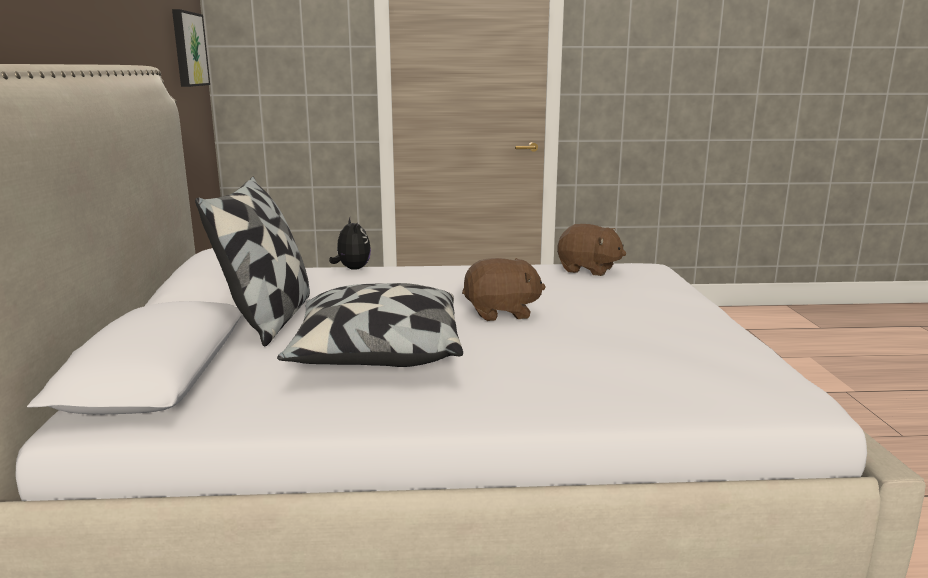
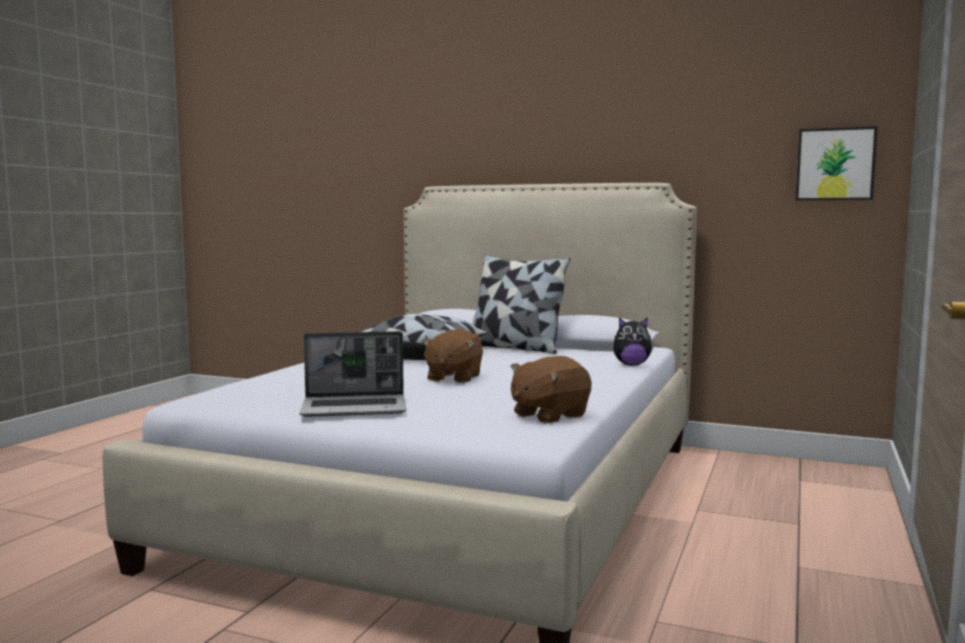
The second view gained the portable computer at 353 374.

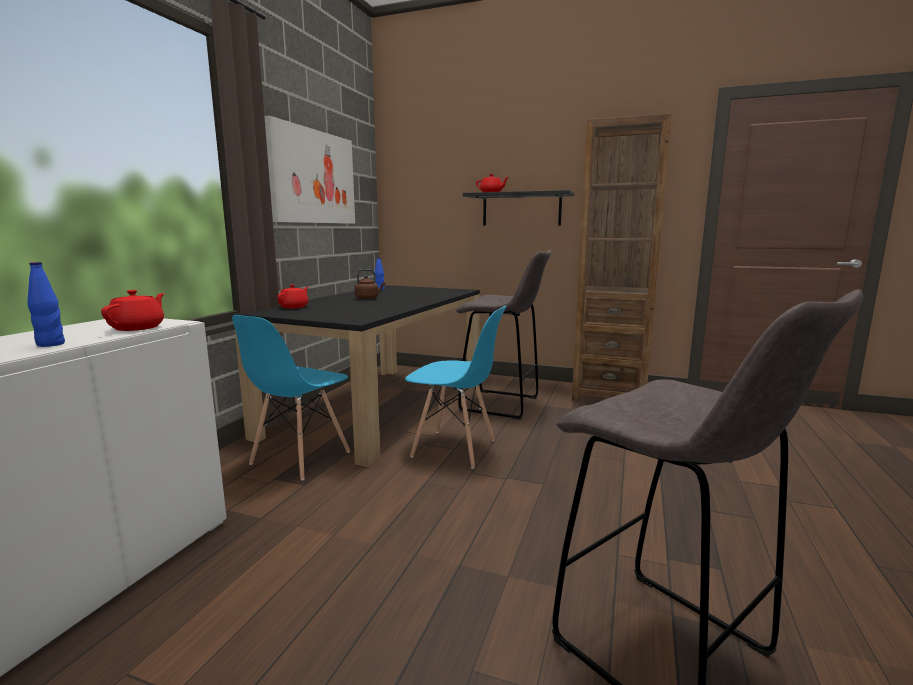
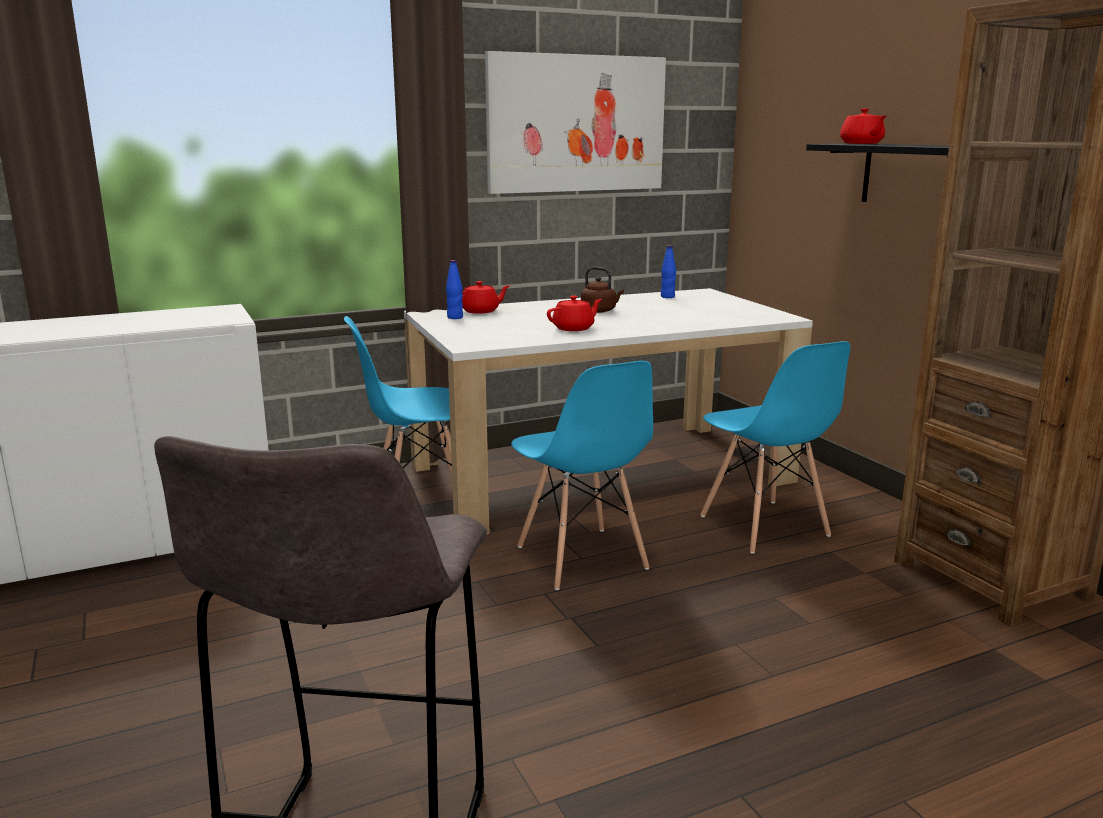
The blue-coloured beverage bottle ended up elsewhere, having gone from 46 304 to 454 289.
The reddish teapot ended up elsewhere, having gone from 133 310 to 574 313.
What was the black dining table at 356 376 turned into the white dining table at 608 411.
Where the grey sitting stool stood at 503 335, the blue-coloured plain chair came to stand at 775 447.

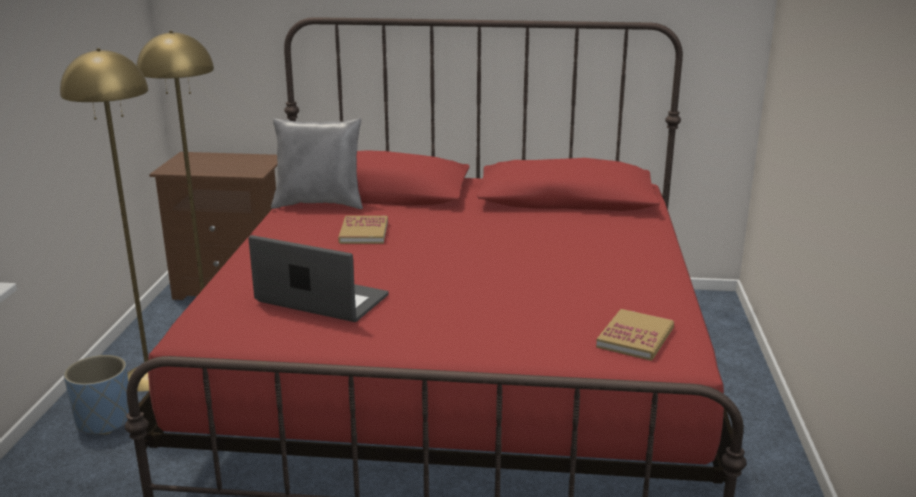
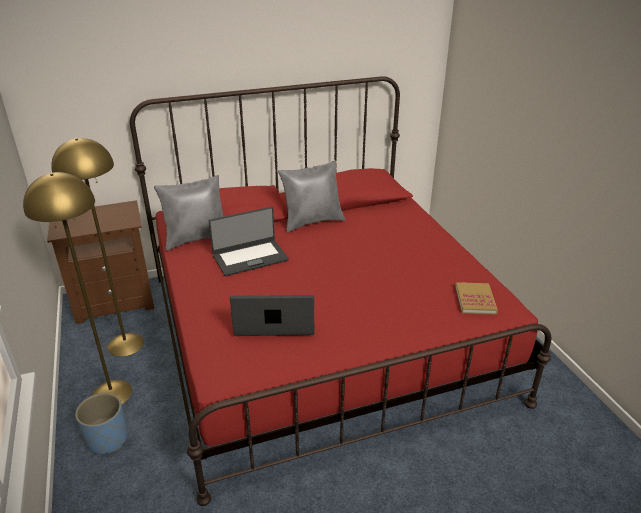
Where the volume stood at 363 230, the portable computer came to stand at 249 241.
The second view gained the grey cushion at 311 197.

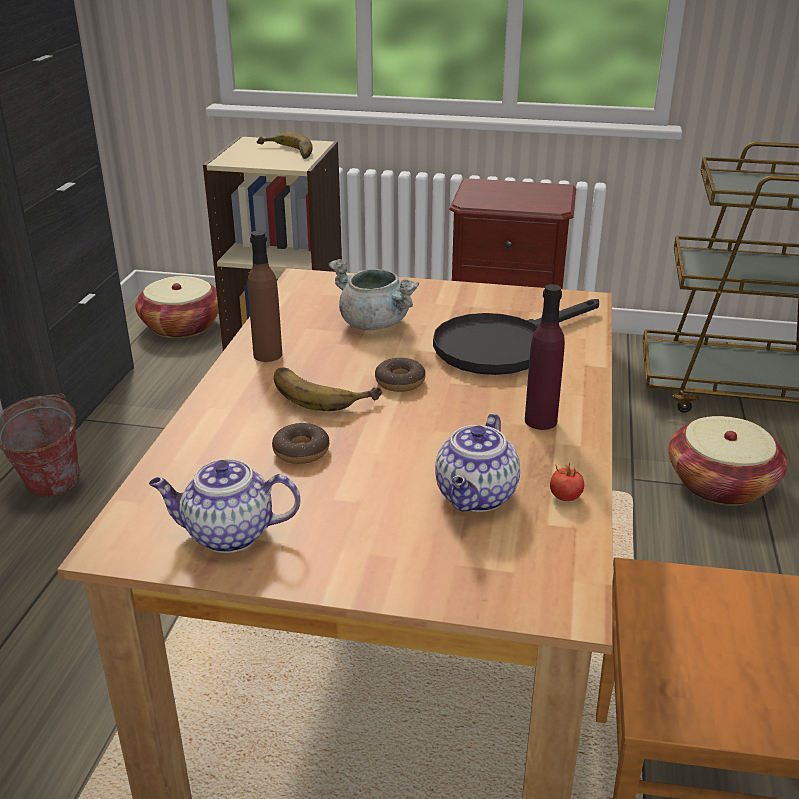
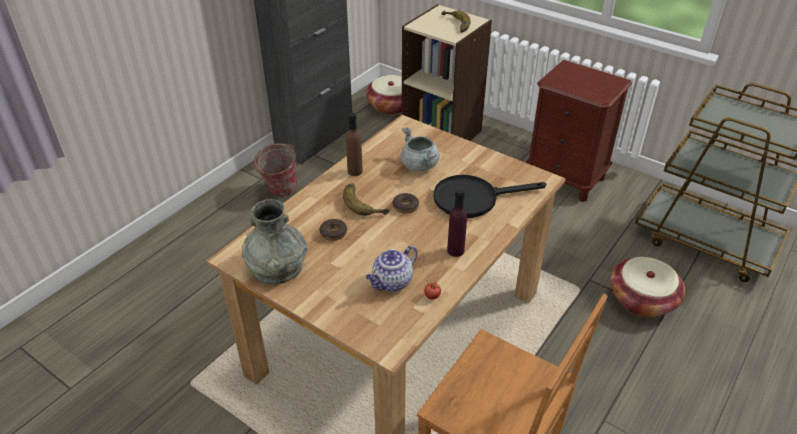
Where the teapot stood at 224 506, the grey vase came to stand at 275 241.

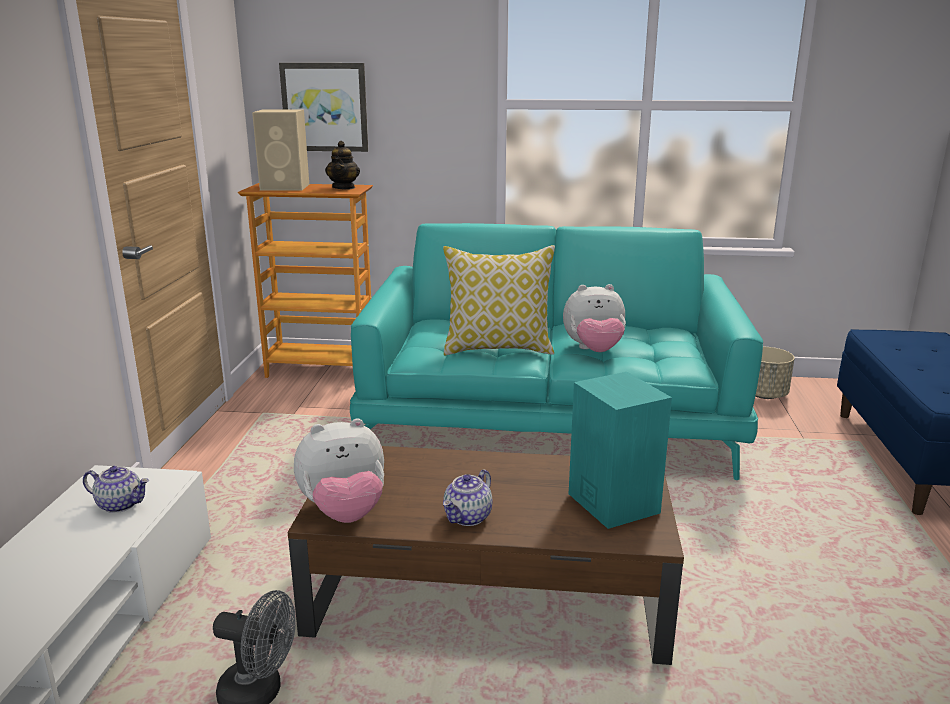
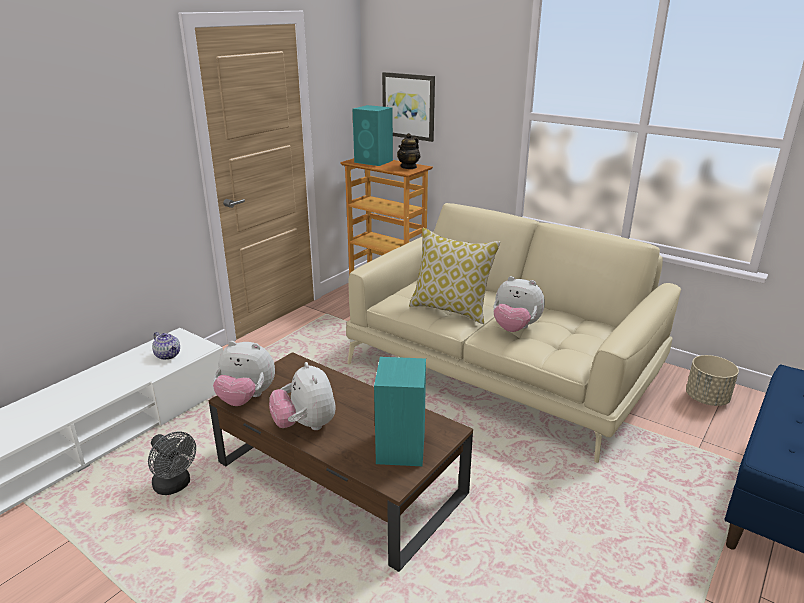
What was the sand-coloured loudspeaker at 280 150 turned into the turquoise loudspeaker at 373 135.
What was the turquoise settee at 556 351 turned into the sand-coloured settee at 513 333.
Where the teapot stood at 467 497, the plush toy came to stand at 302 396.

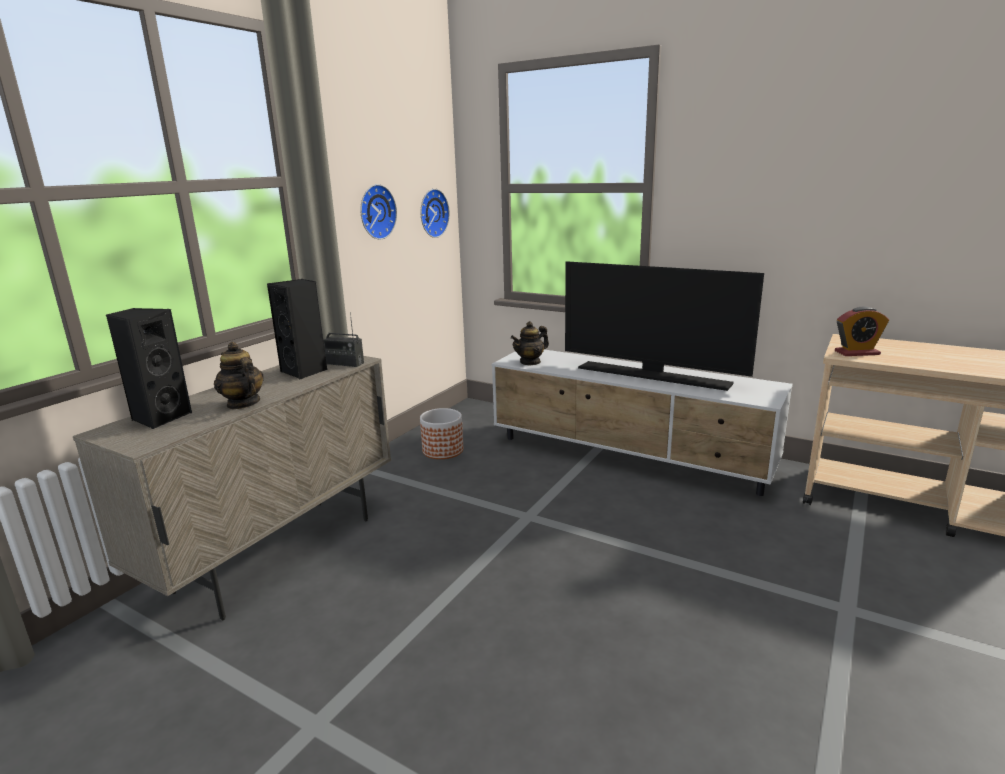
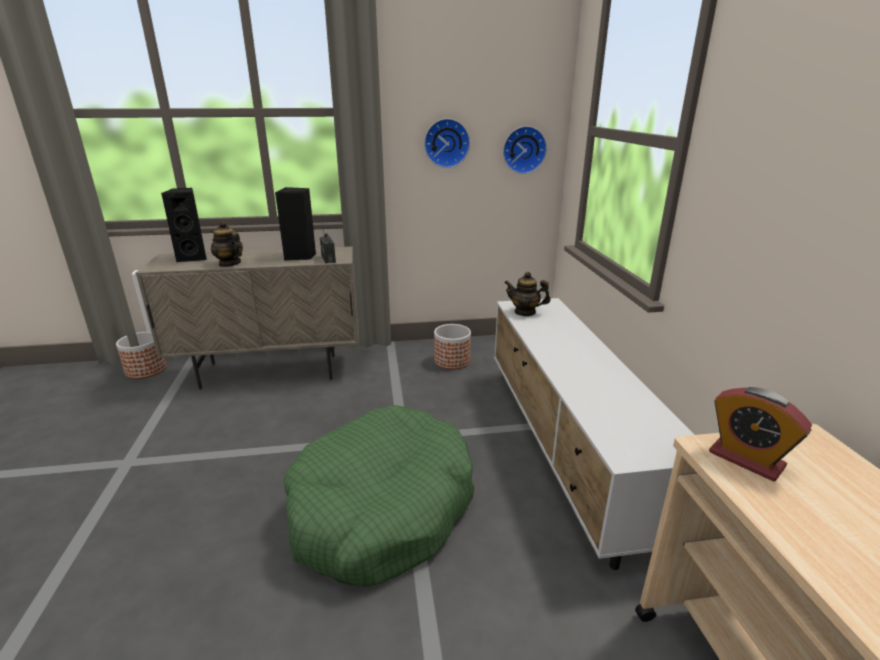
The teapot at 239 375 ended up facing another way, 60 degrees counterclockwise from before.
The second view lost the TV at 664 326.
The second view gained the plant pot at 141 355.
The second view gained the greenish pet bed at 379 496.

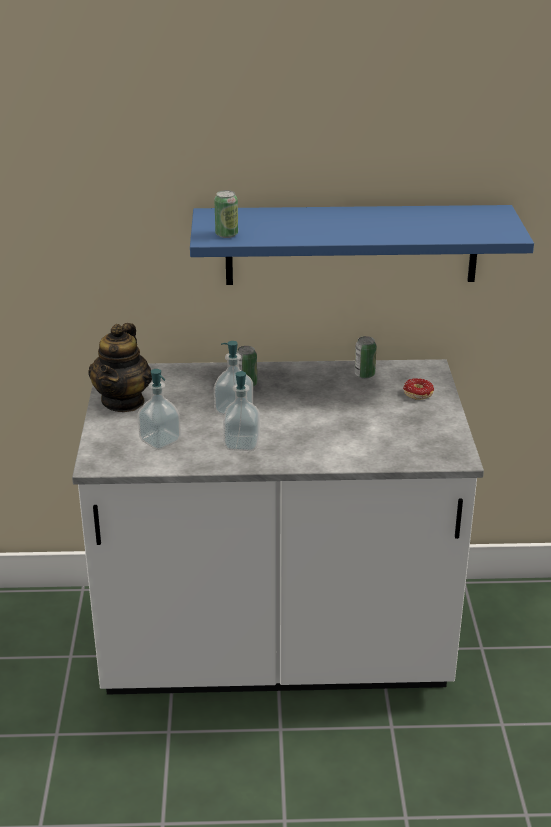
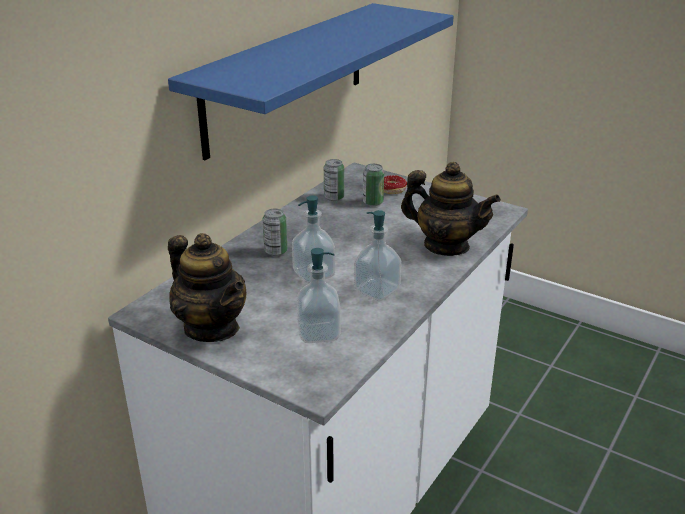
The metal can ended up elsewhere, having gone from 226 214 to 373 185.
The second view gained the teapot at 451 209.

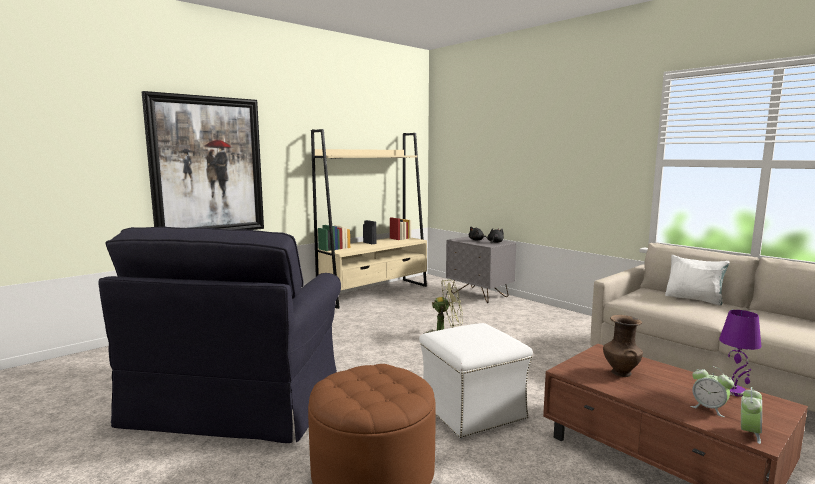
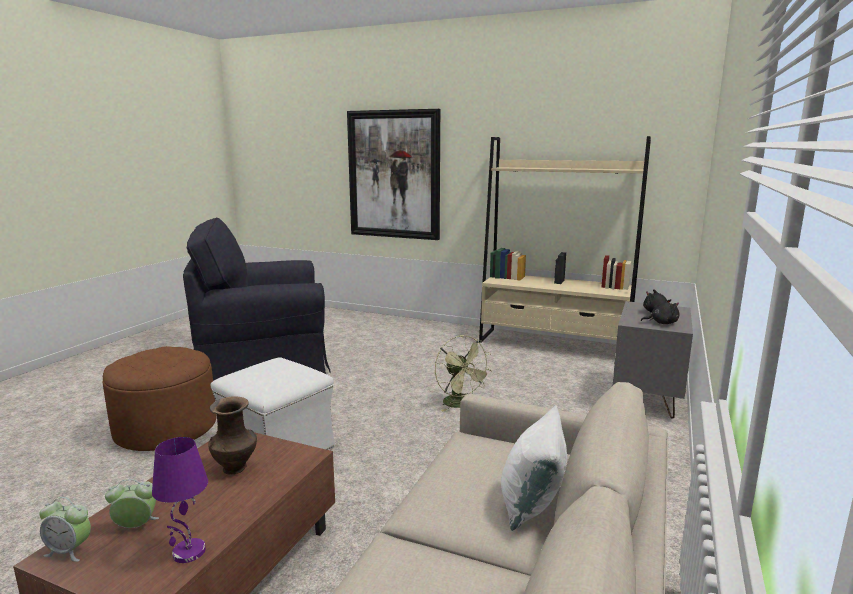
The table clock at 712 391 ended up facing another way, 60 degrees clockwise from before.

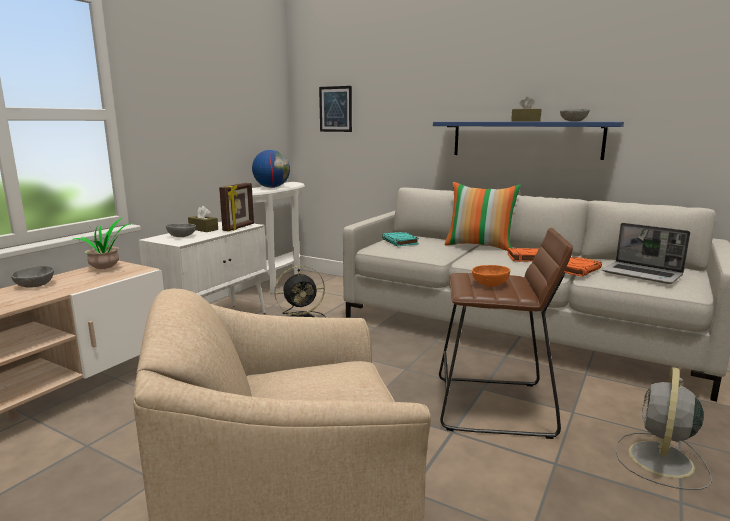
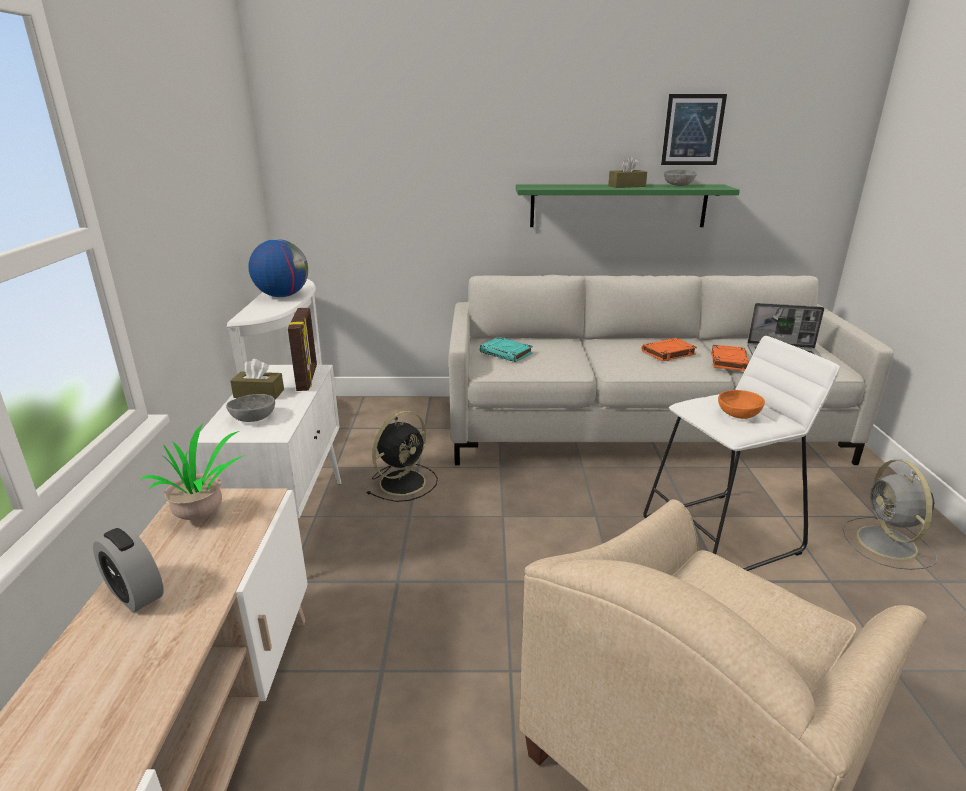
Where the grey bowl stood at 32 277, the table clock came to stand at 128 570.
The picture ended up elsewhere, having gone from 335 109 to 694 129.
What was the blue-coloured bracket shelf at 528 141 turned into the greenish bracket shelf at 628 206.
What was the brownish sitting stool at 506 333 turned into the white sitting stool at 741 453.
The second view lost the cushion at 483 216.

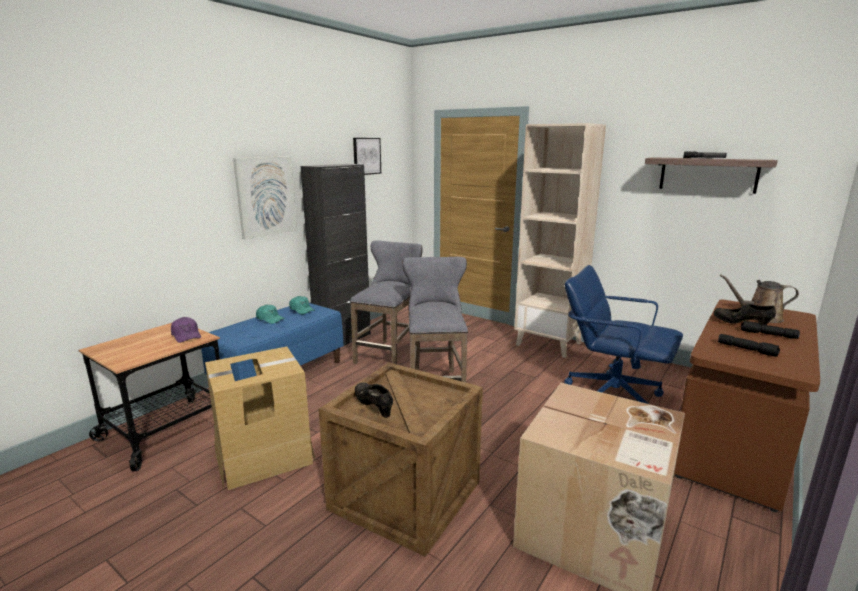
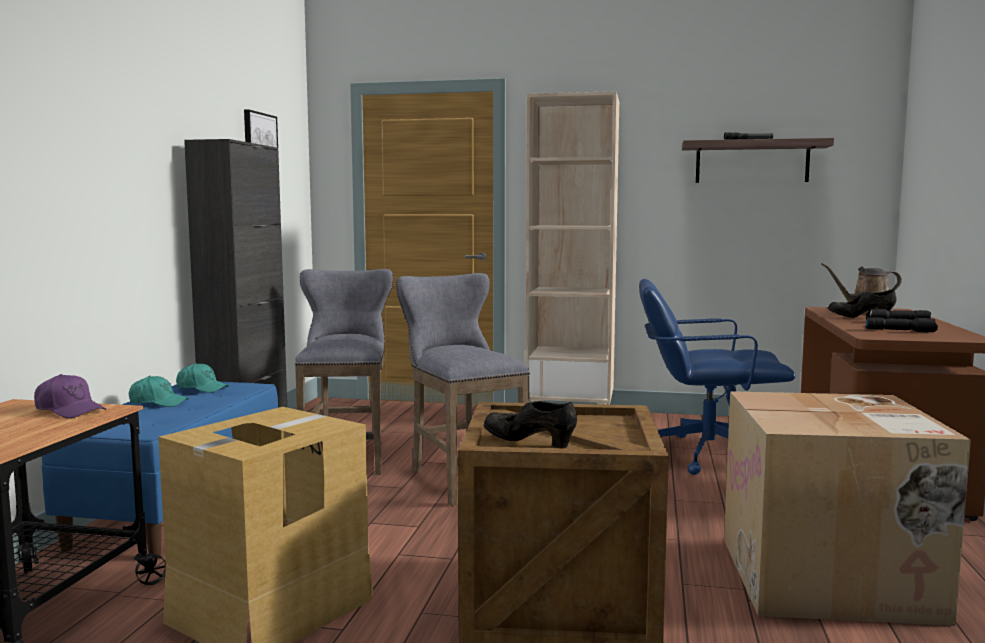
The second view lost the picture at 265 197.

